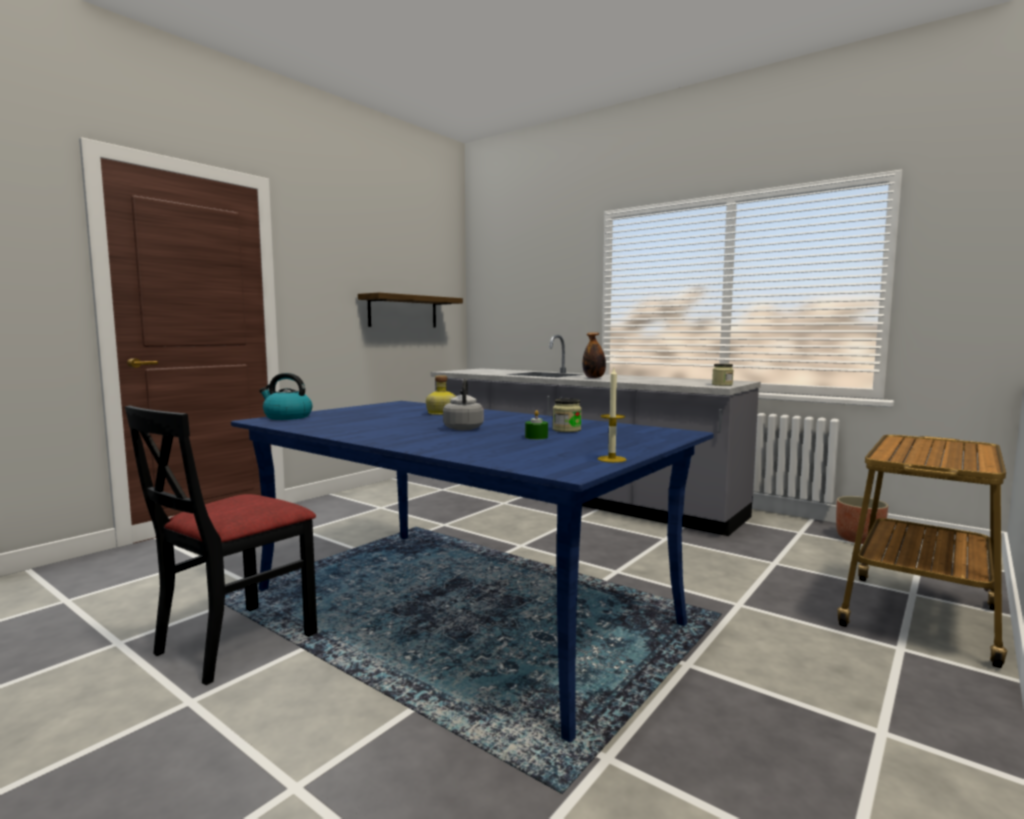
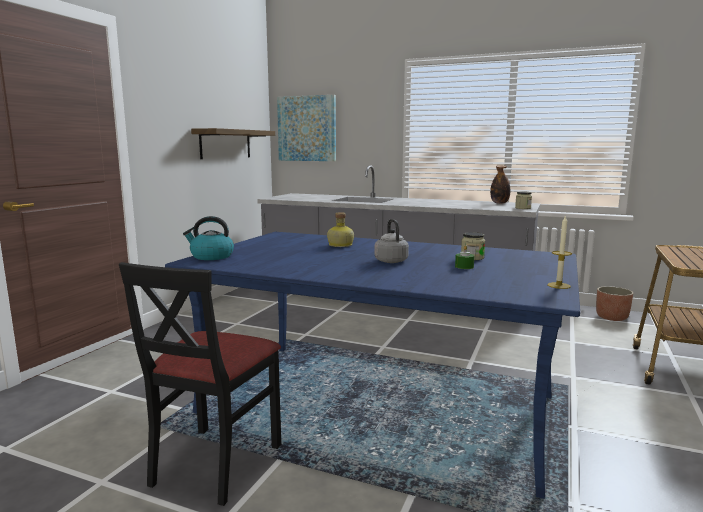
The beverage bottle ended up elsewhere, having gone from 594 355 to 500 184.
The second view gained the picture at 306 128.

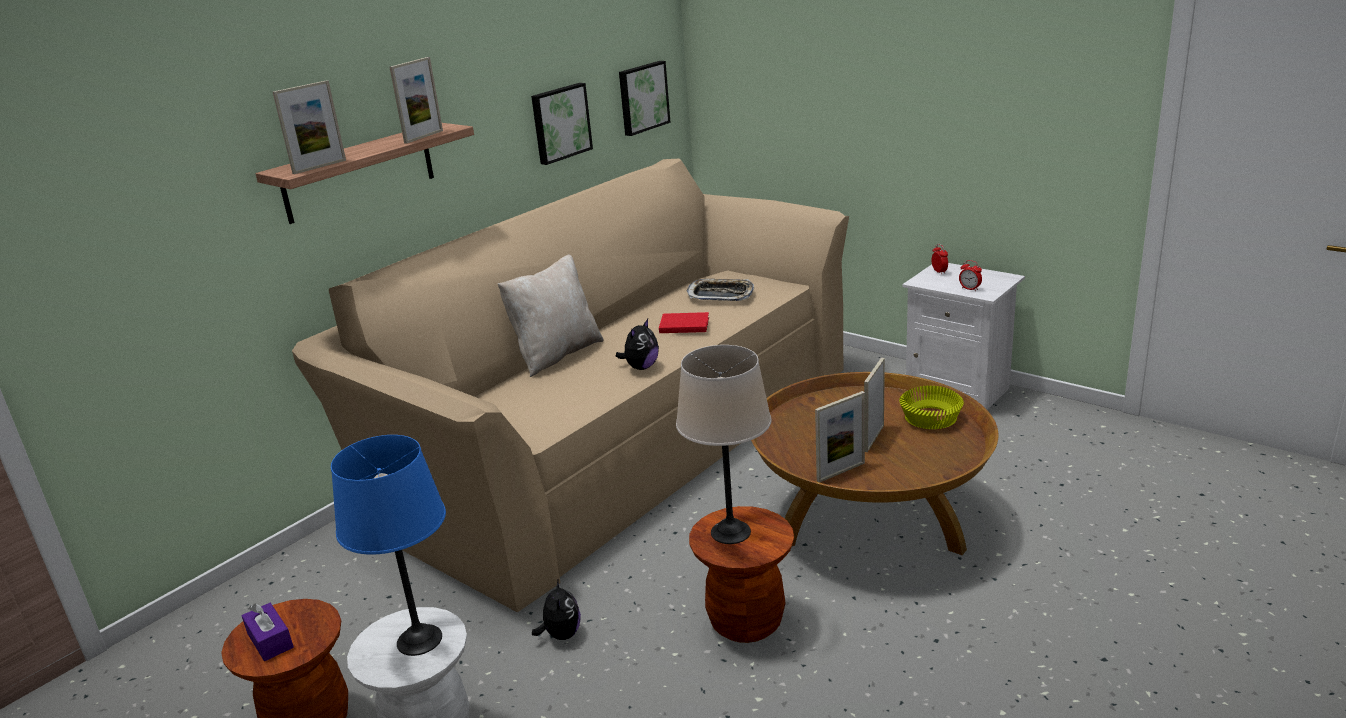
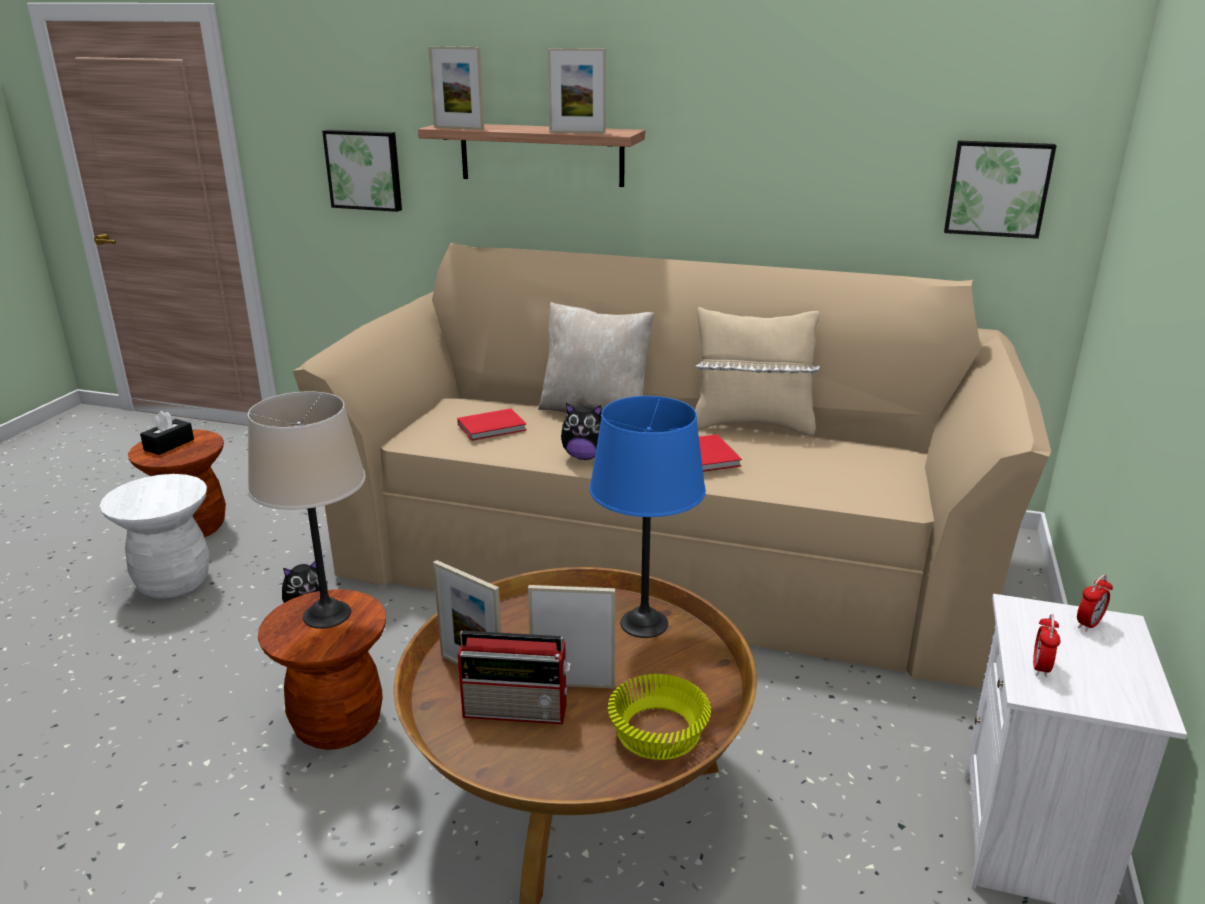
What was the purple-coloured tissue box at 268 632 turned into the black tissue box at 167 433.
The blue-coloured table lamp ended up elsewhere, having gone from 388 545 to 647 517.
The picture ended up elsewhere, having gone from 562 124 to 362 171.
The second view lost the carrying tray at 720 290.
The second view gained the reddish volume at 492 424.
The second view gained the radio set at 514 677.
The second view gained the sand-coloured cushion at 757 371.

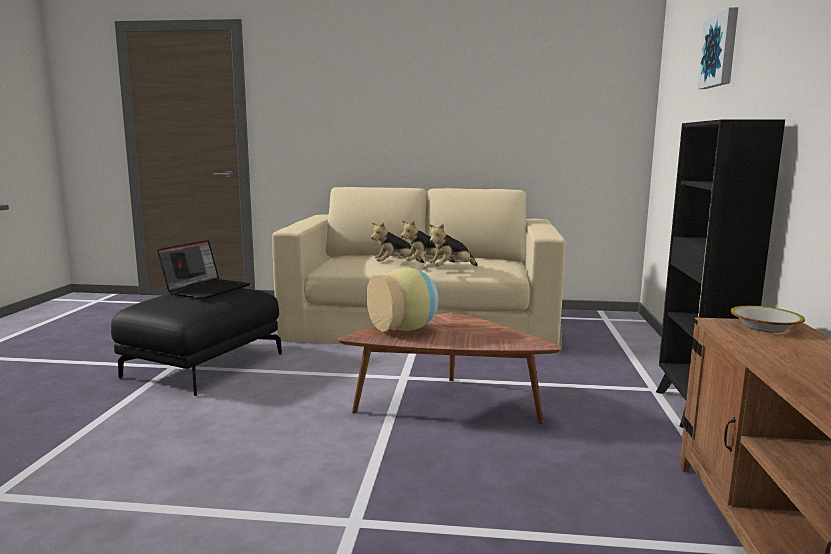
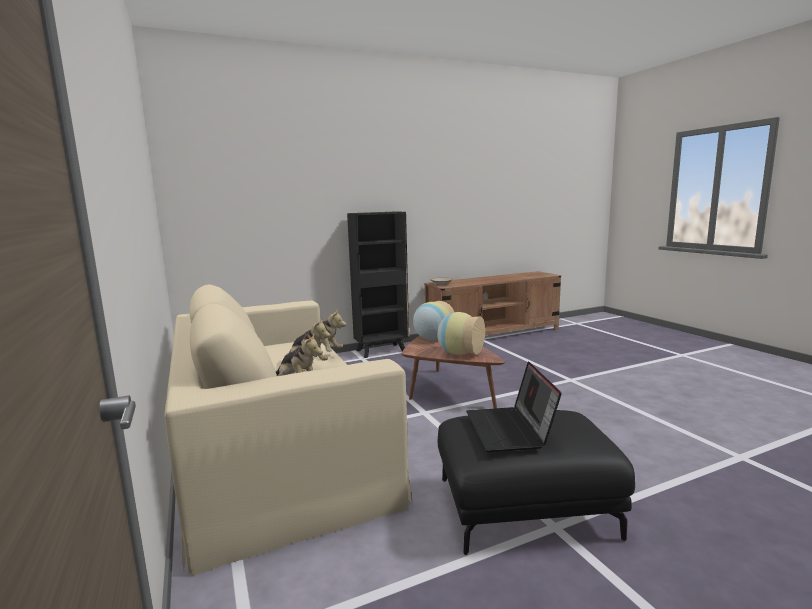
The portable computer at 203 269 ended up facing another way, 90 degrees counterclockwise from before.
The second view lost the picture at 717 48.
The second view gained the vase at 433 320.

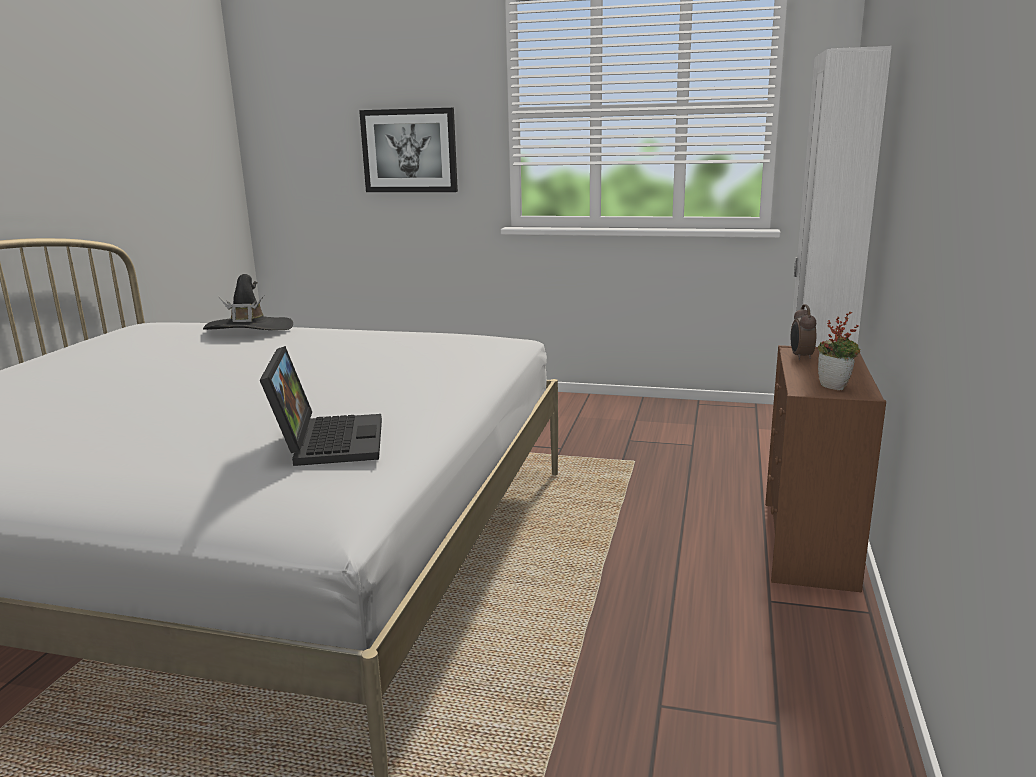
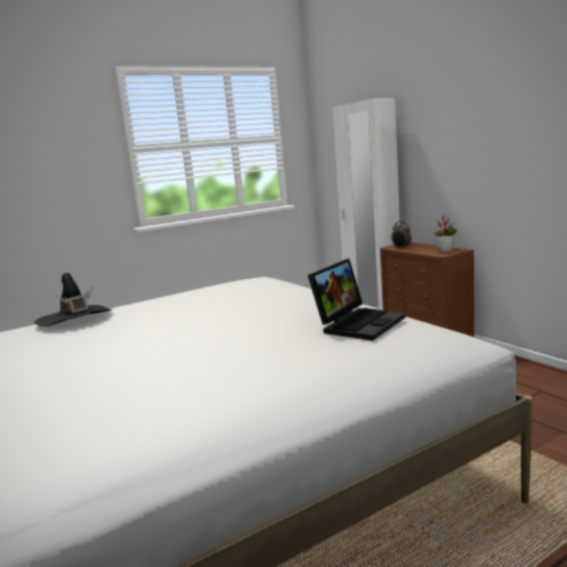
The portable computer at 321 406 ended up facing another way, 90 degrees clockwise from before.
The second view lost the picture at 408 150.

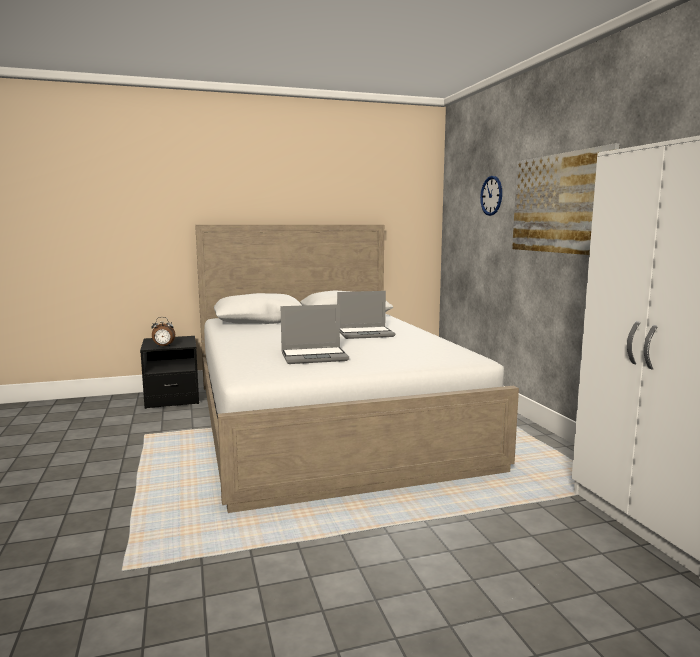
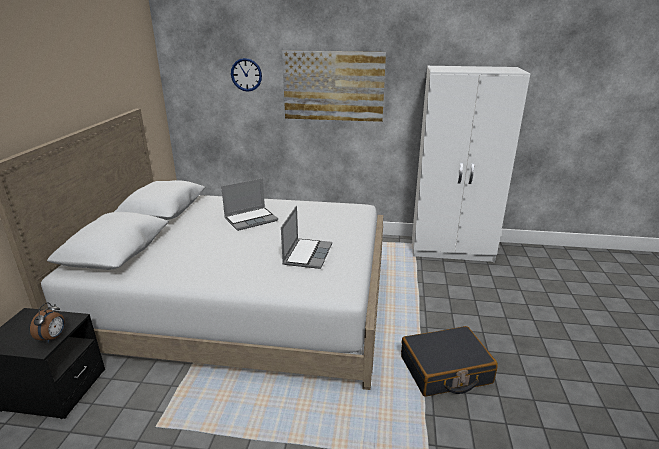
The portable computer at 366 315 ended up facing another way, 45 degrees clockwise from before.
The second view gained the black travel case at 449 361.

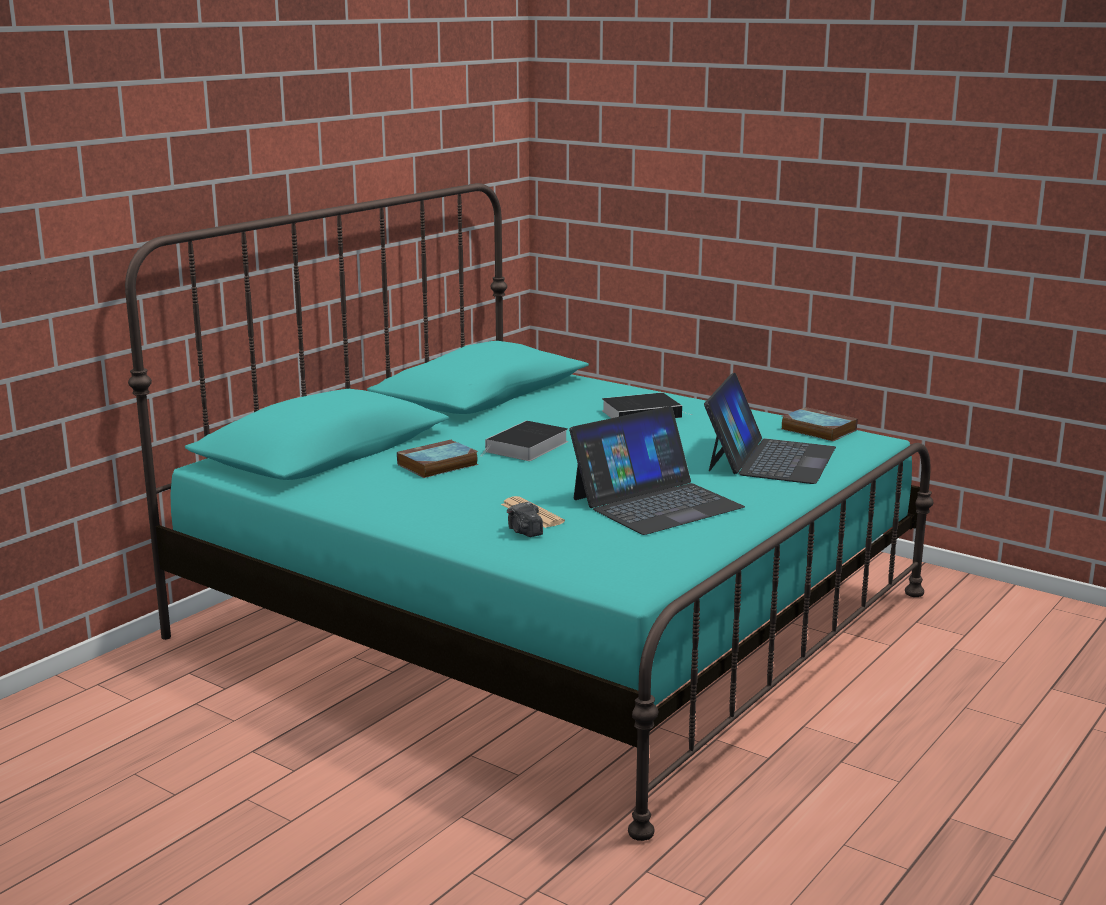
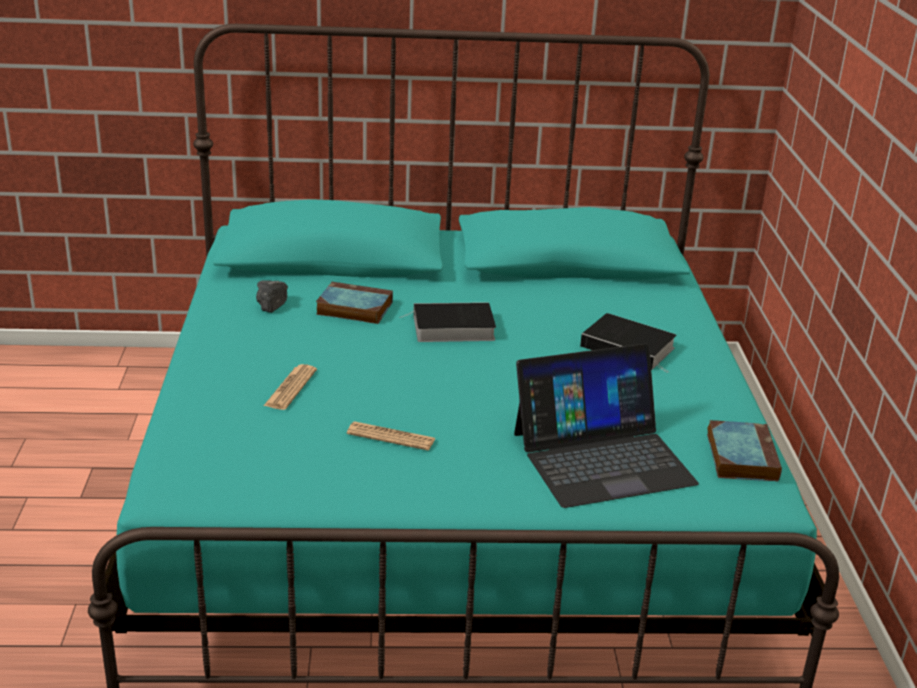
The photo camera ended up elsewhere, having gone from 525 519 to 272 296.
Where the portable computer stood at 657 470, the printed paper came to stand at 391 435.

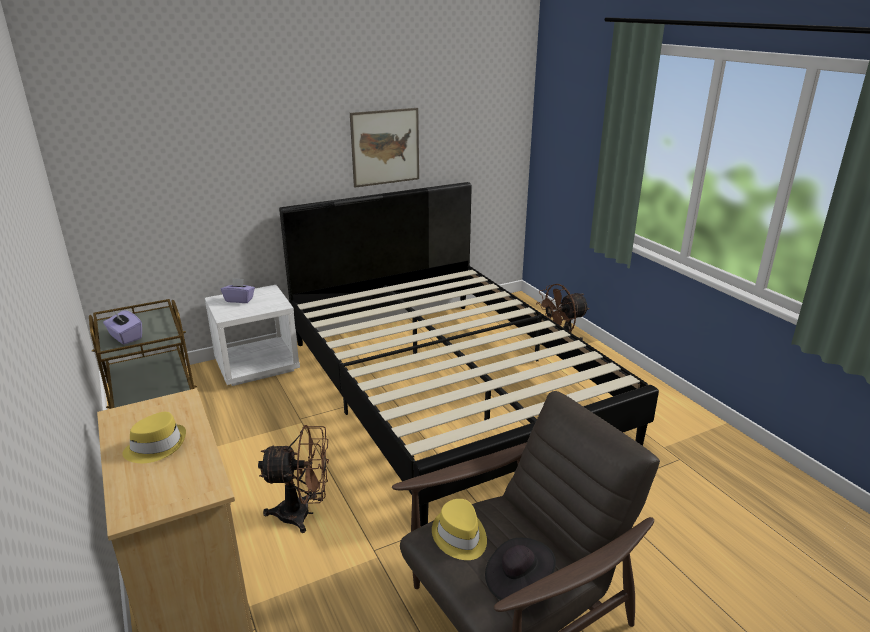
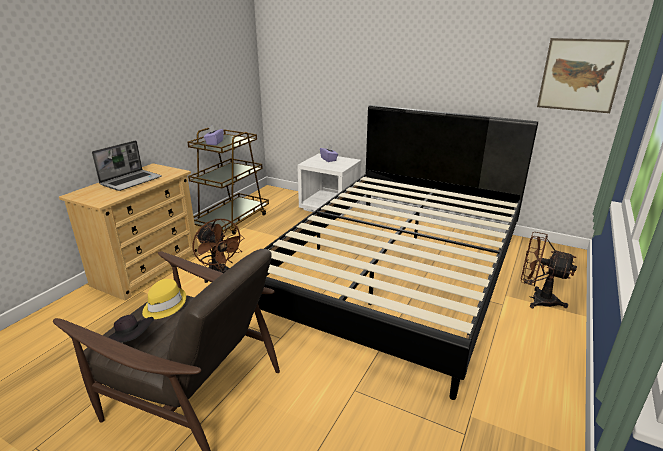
Where the yellow-coloured hat stood at 154 437, the portable computer came to stand at 127 165.
The picture ended up elsewhere, having gone from 384 148 to 583 75.

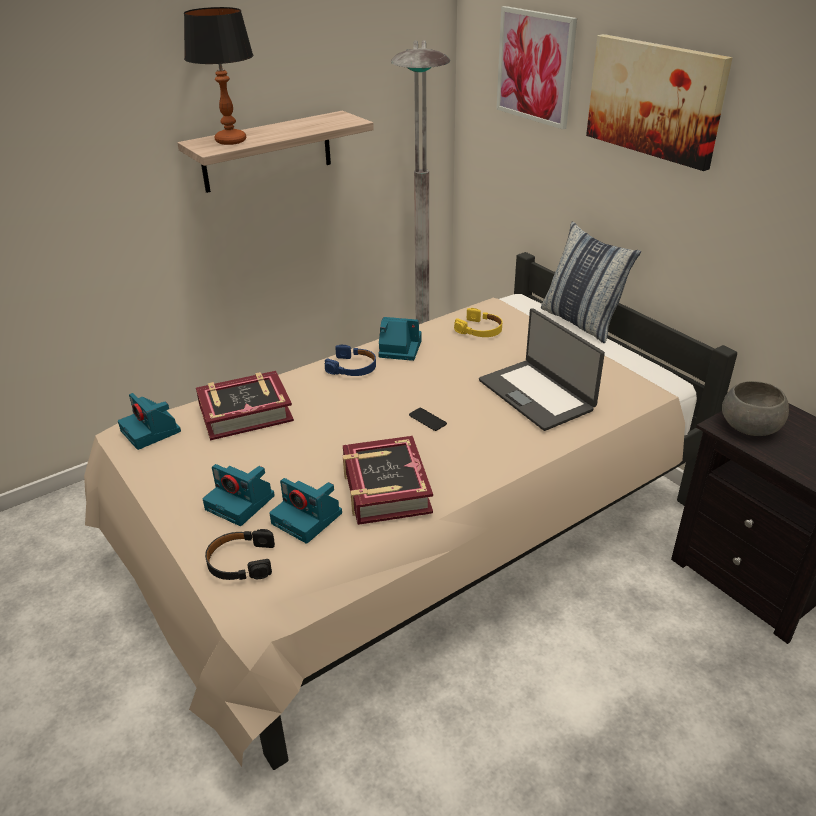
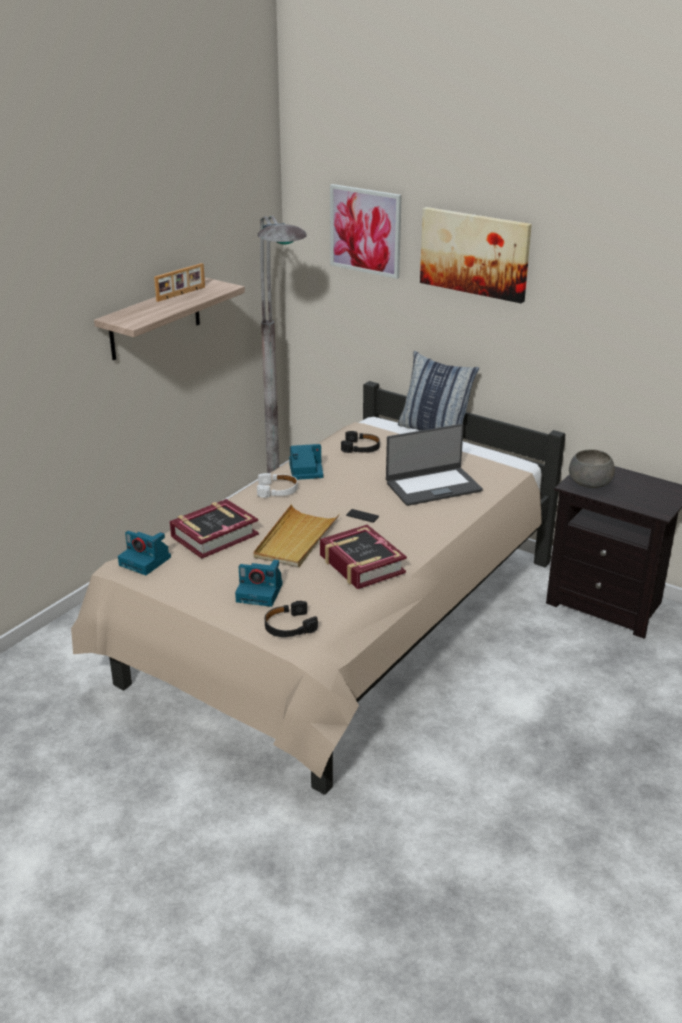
The second view lost the table lamp at 218 76.
The second view lost the photo camera at 305 511.
What was the blue-coloured headset at 350 360 turned into the white headset at 277 485.
What was the yellow-coloured headset at 478 322 turned into the black headset at 360 442.
The portable computer at 542 369 ended up facing another way, 60 degrees counterclockwise from before.
The second view gained the picture frame at 179 282.
The second view gained the sand-coloured carrying tray at 297 536.

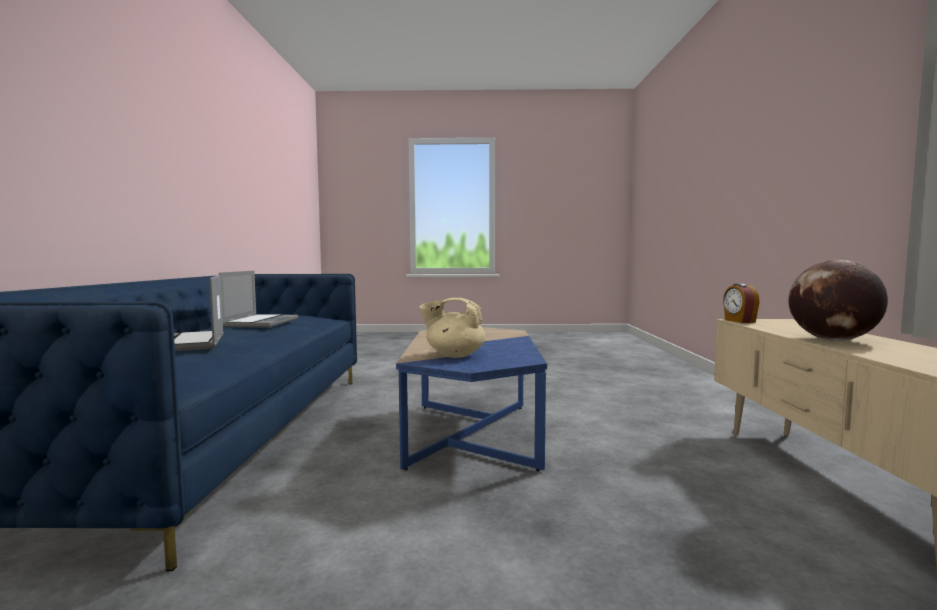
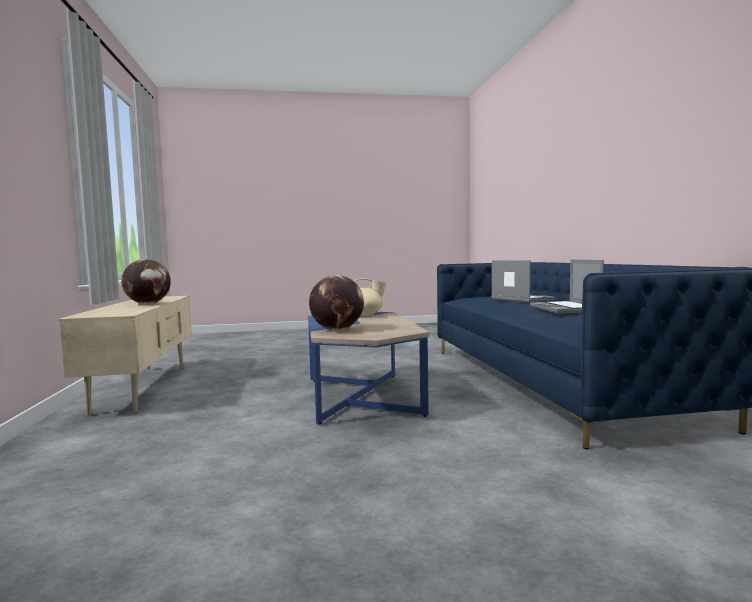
The second view lost the table clock at 741 303.
The second view gained the world globe at 336 302.

